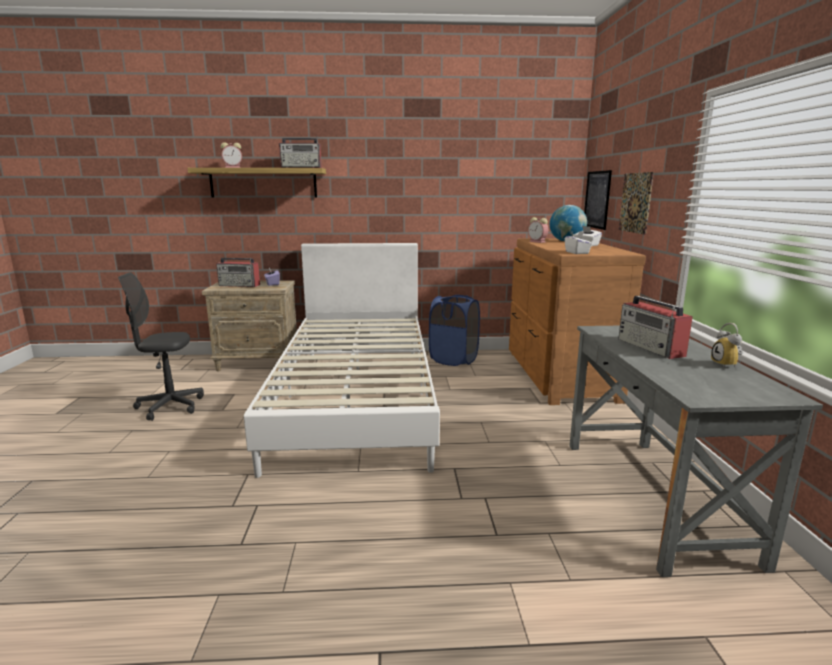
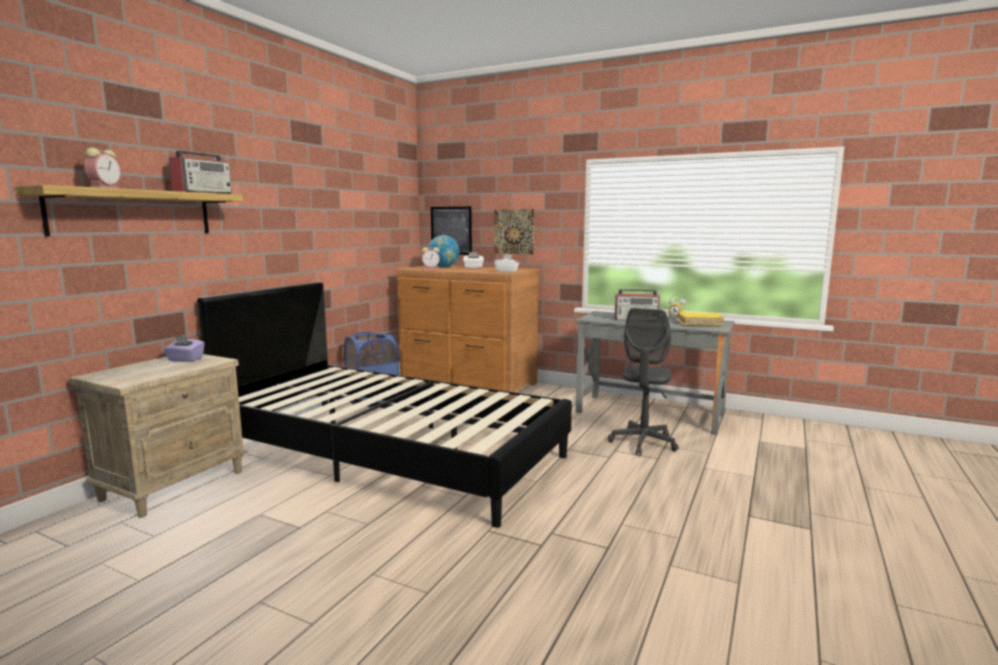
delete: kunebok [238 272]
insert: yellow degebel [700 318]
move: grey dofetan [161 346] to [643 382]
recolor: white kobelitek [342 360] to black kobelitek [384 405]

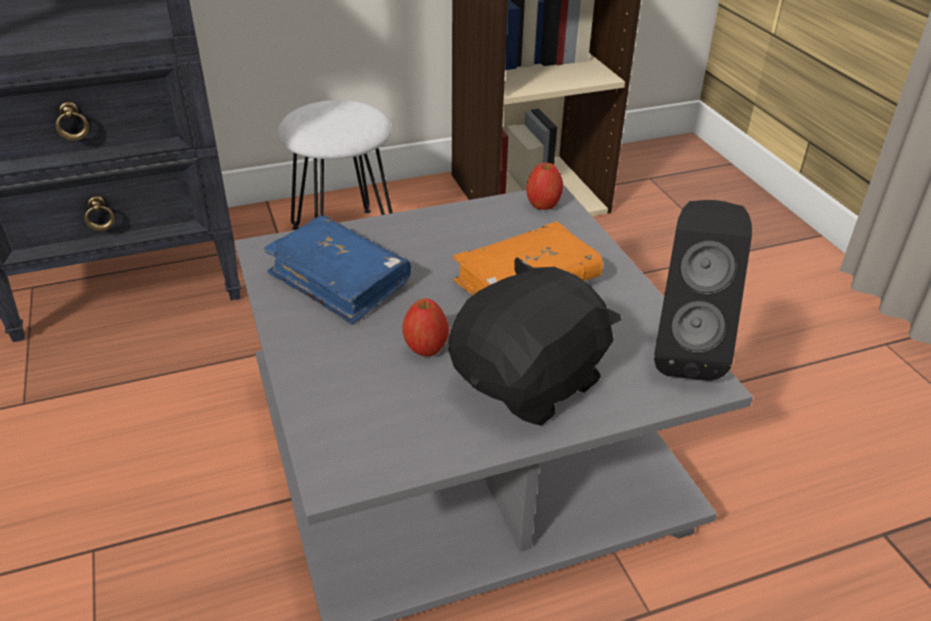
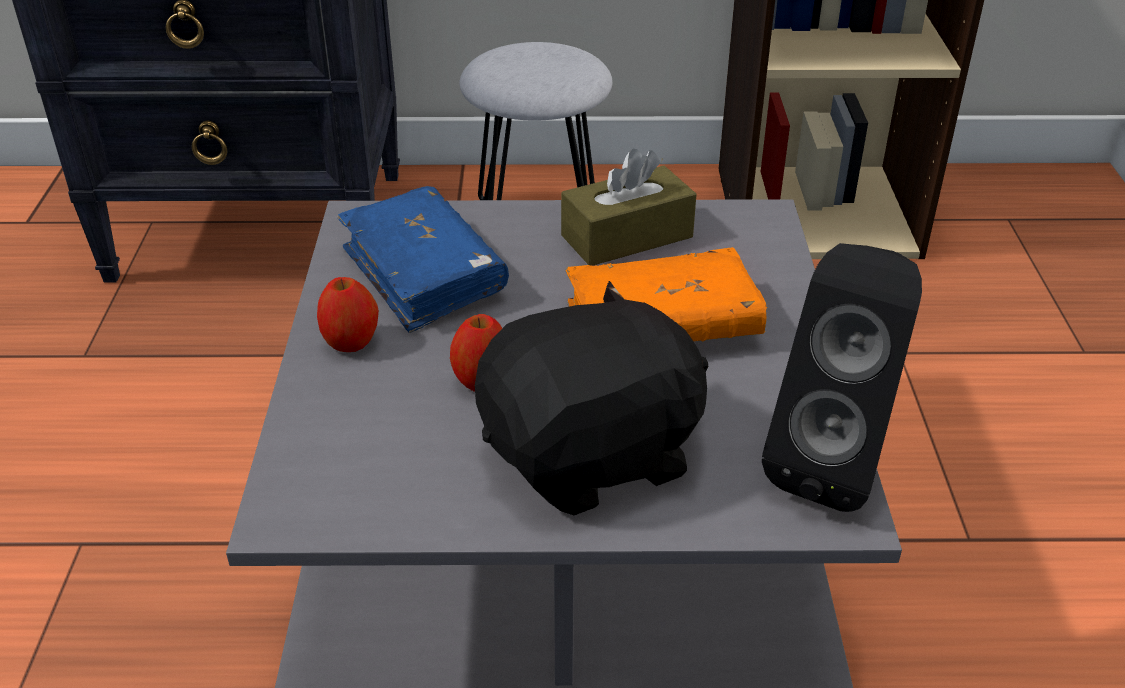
insert: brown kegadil [629 207]
move: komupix [544 186] to [348 314]

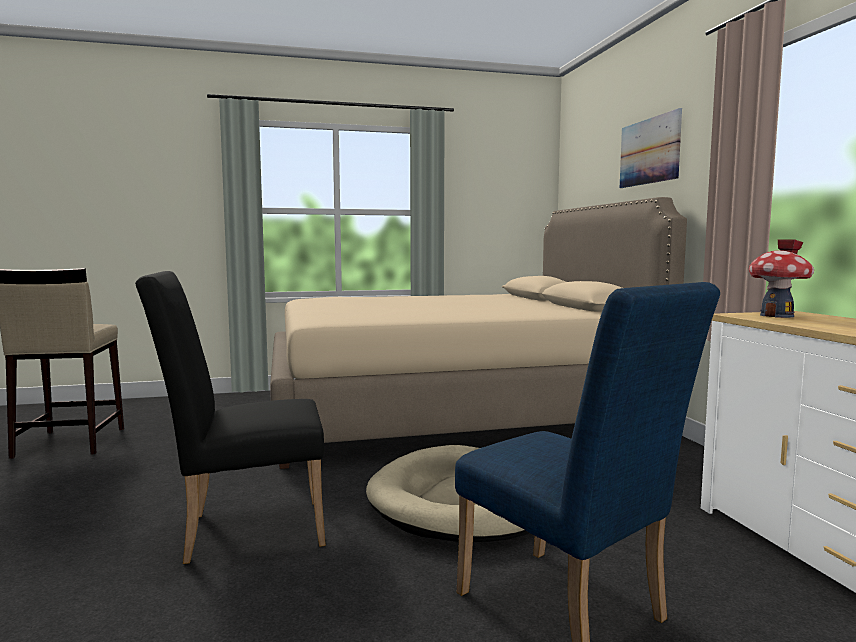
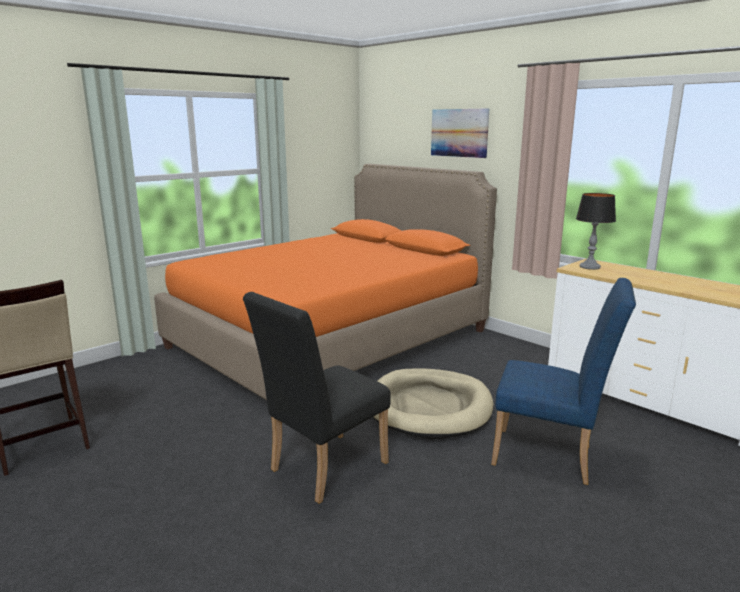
replace: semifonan [781 278] to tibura [596 231]
recolor: beige kobelitek [478 333] to orange kobelitek [325 282]

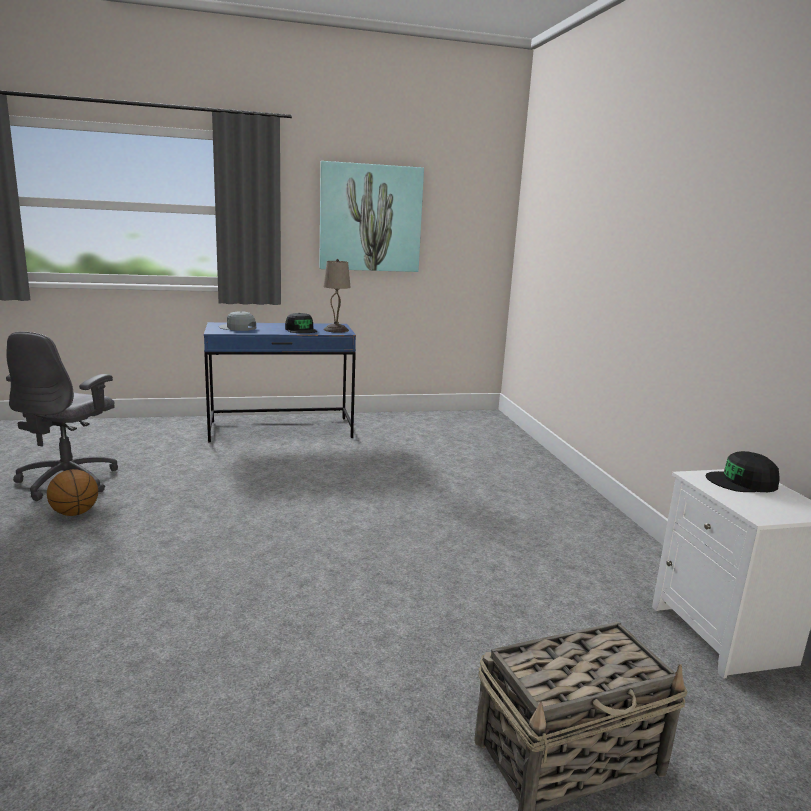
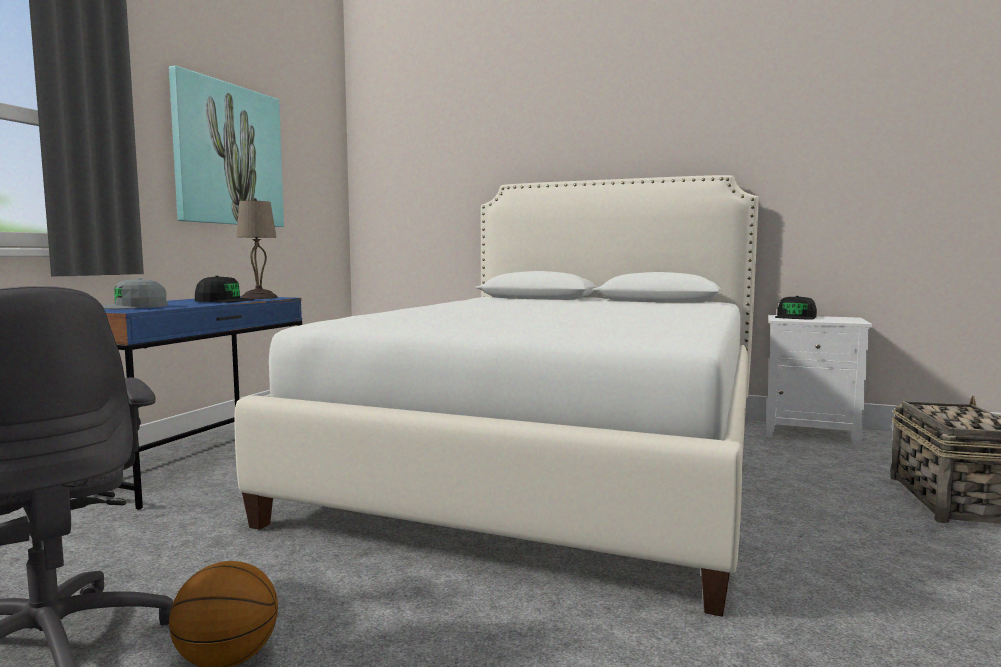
insert: white kobelitek [496 396]

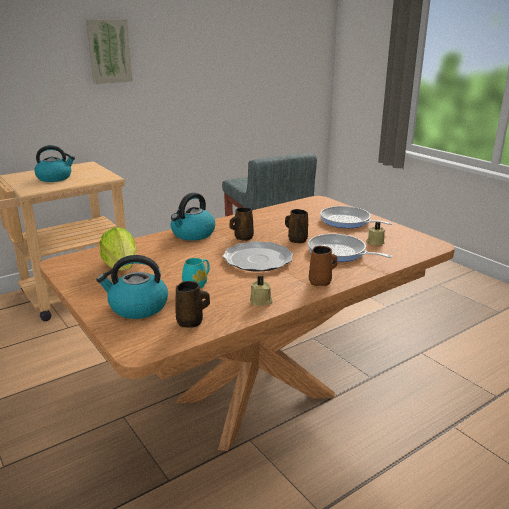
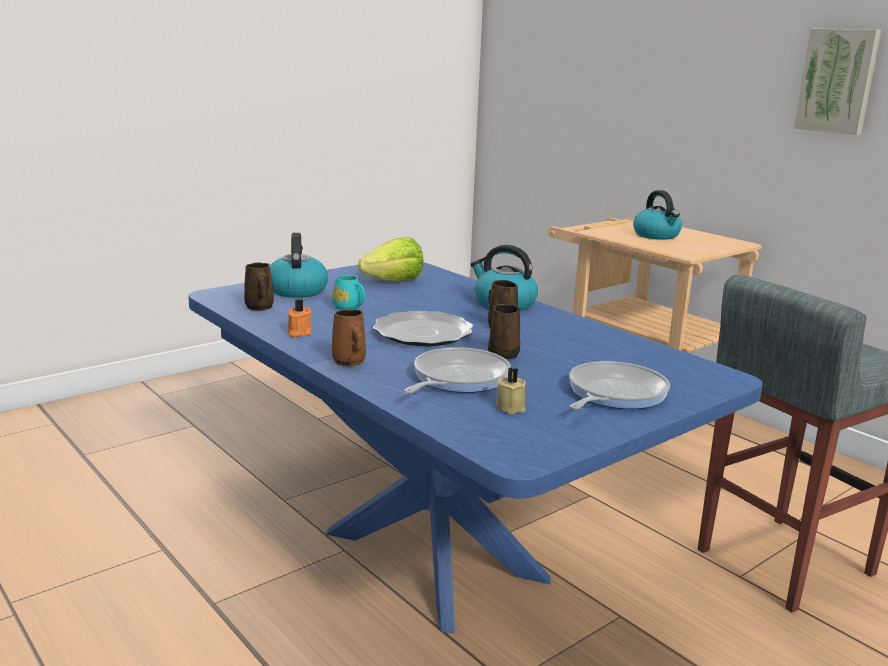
recolor: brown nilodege [247 323] to blue nilodege [475 447]; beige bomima [261 290] to orange bomima [300 318]

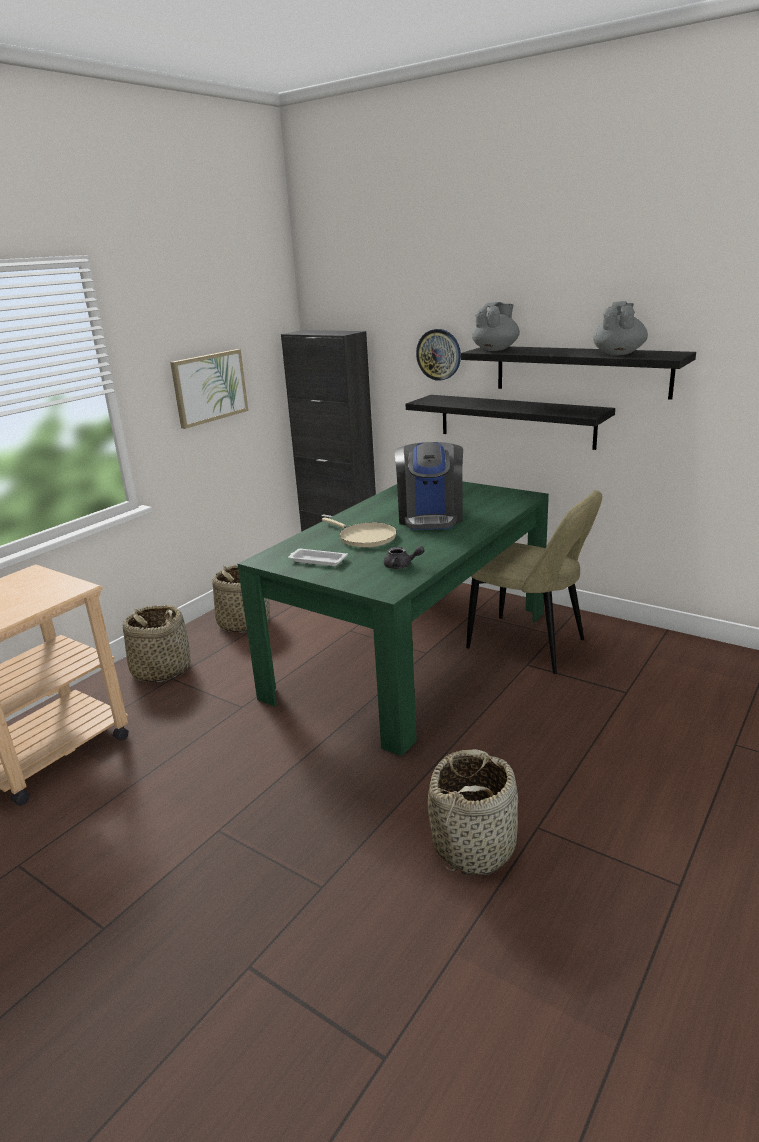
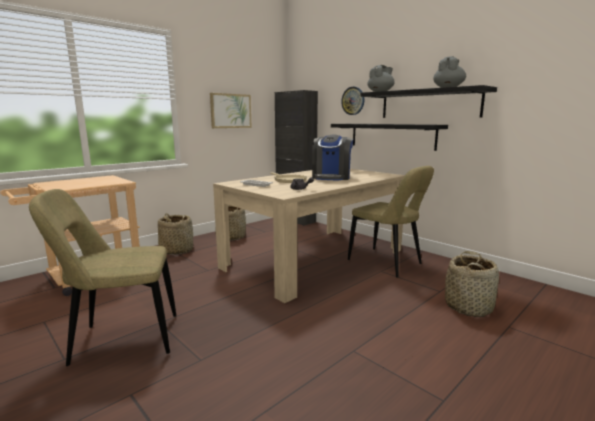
insert: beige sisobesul [102 277]
move: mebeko [473 812] to [472 284]
recolor: green nilodege [393 619] to beige nilodege [309 236]

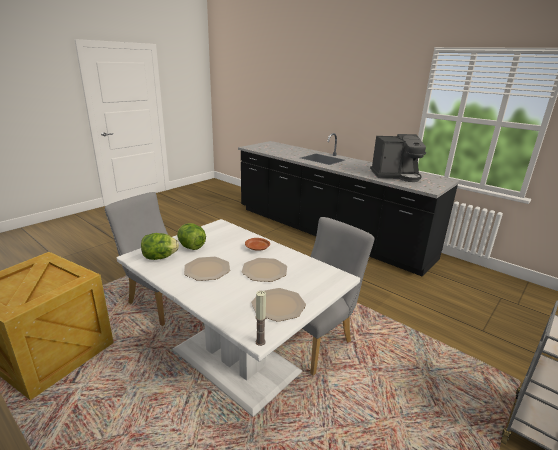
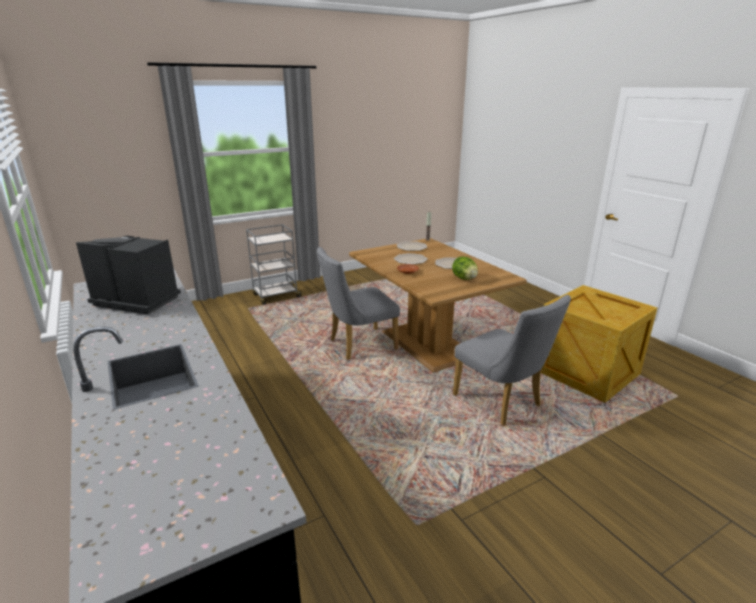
delete: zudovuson [160 246]
recolor: white nilodege [238 318] to brown nilodege [438 305]

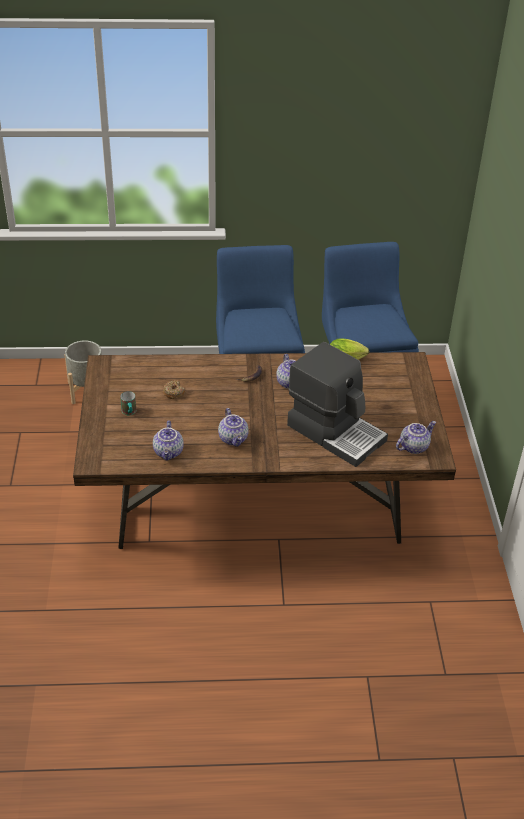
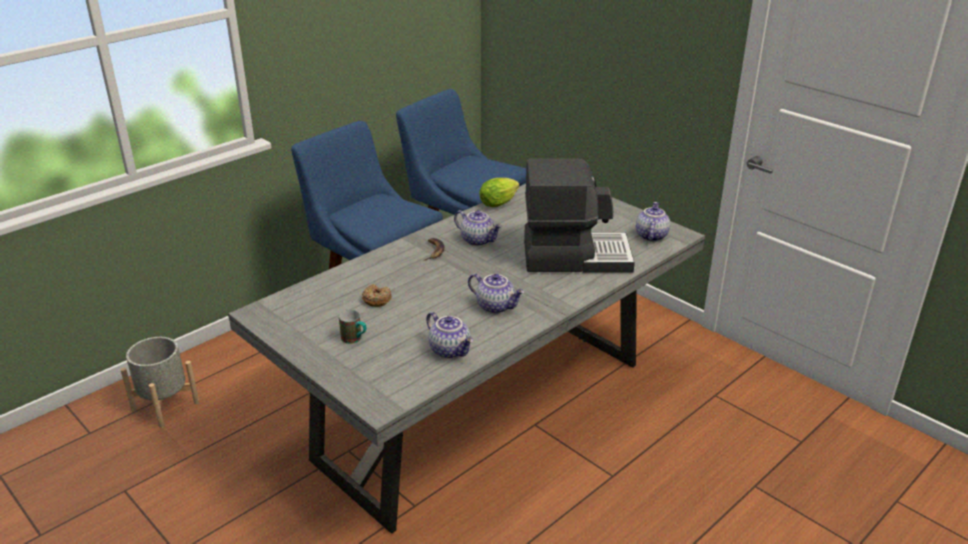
recolor: brown nilodege [264 450] to grey nilodege [466 359]

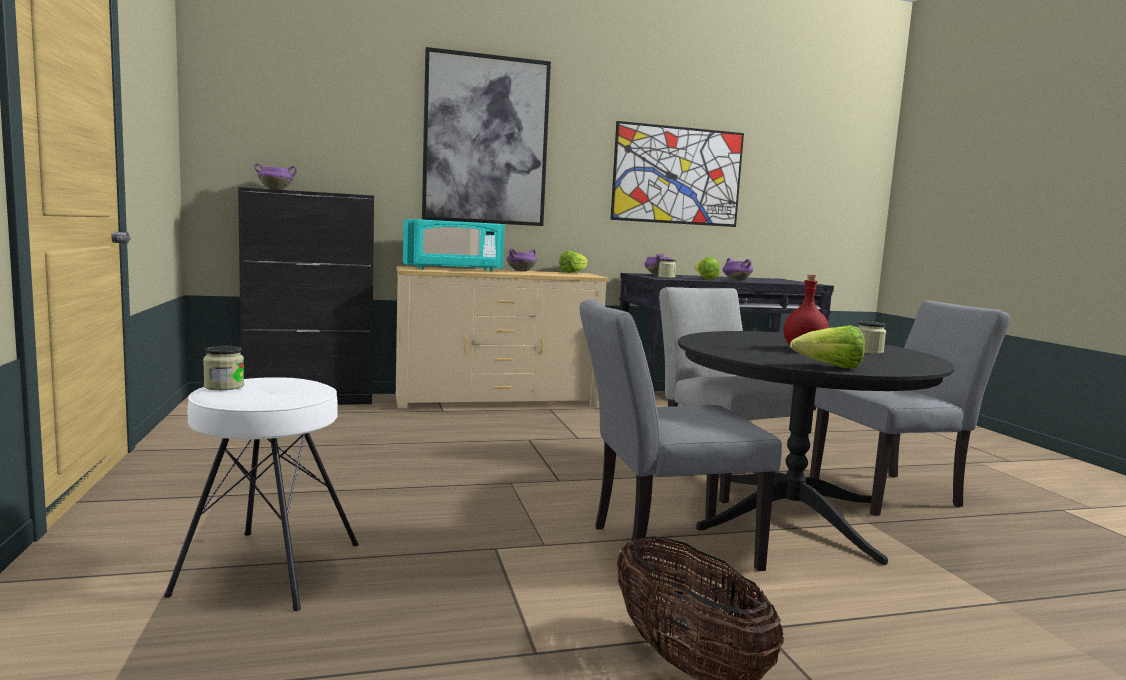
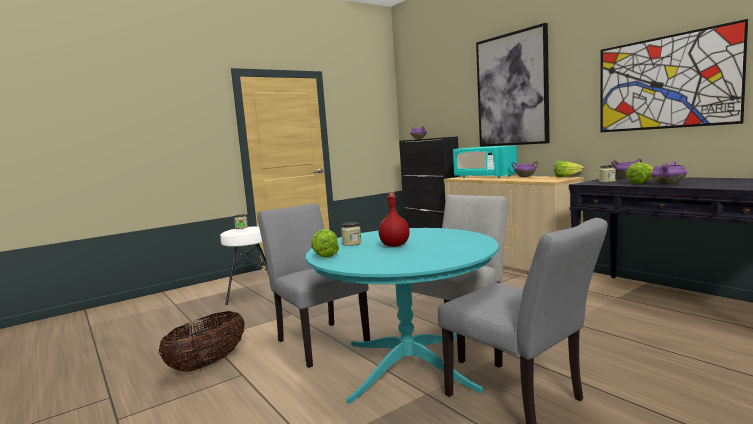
move: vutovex [872 337] to [351 234]
recolor: black nilodege [816 448] to turquoise nilodege [402 316]

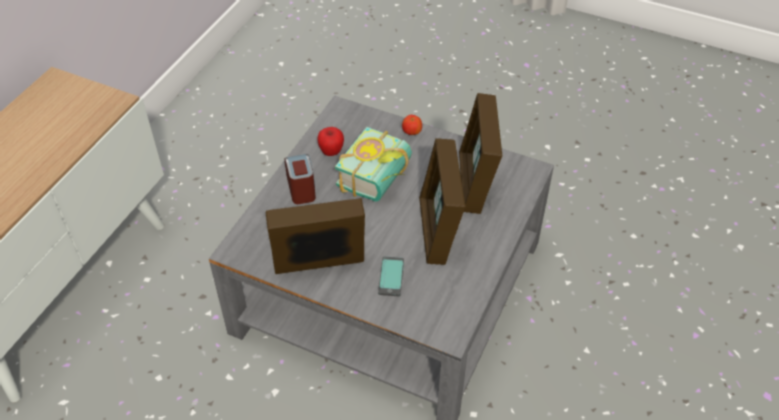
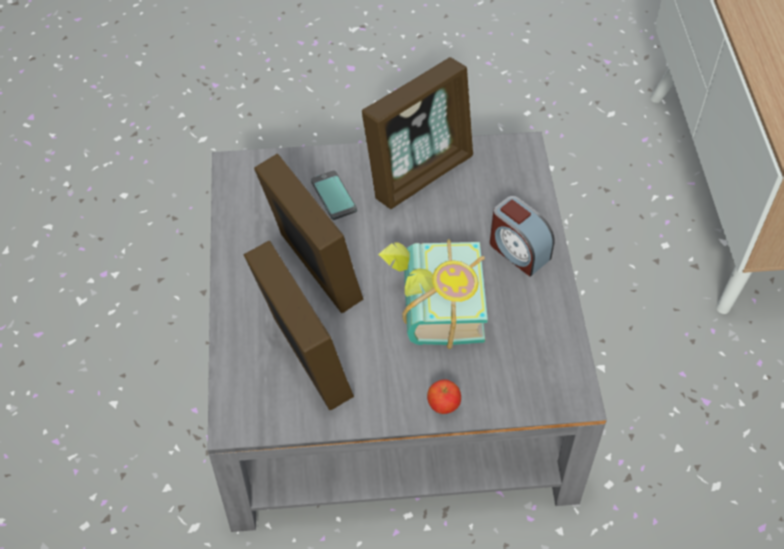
delete: komupix [331 141]

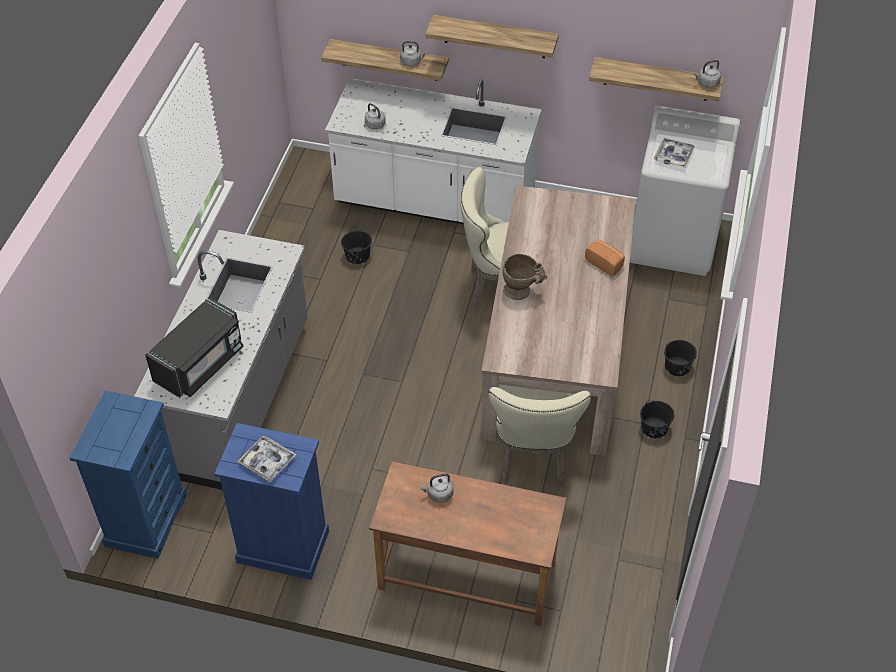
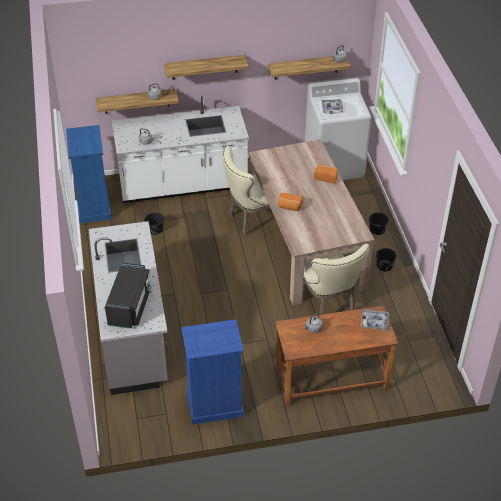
move: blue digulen [128 474] to [89 174]; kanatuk [266 459] to [375 320]
replace: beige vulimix [525 277] to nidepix [290 201]

